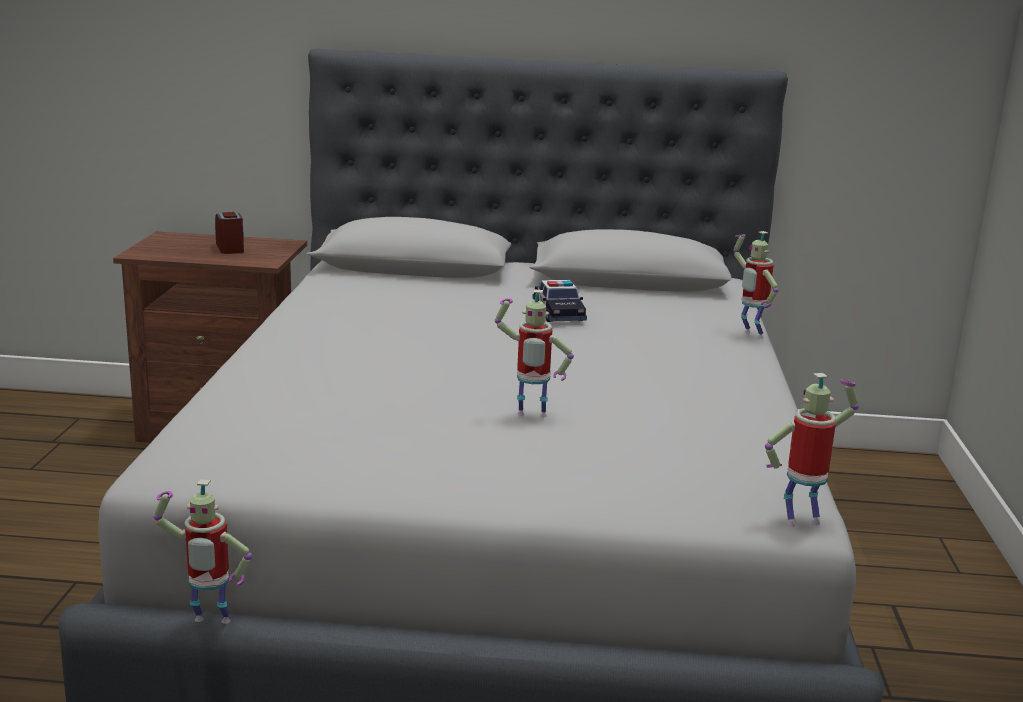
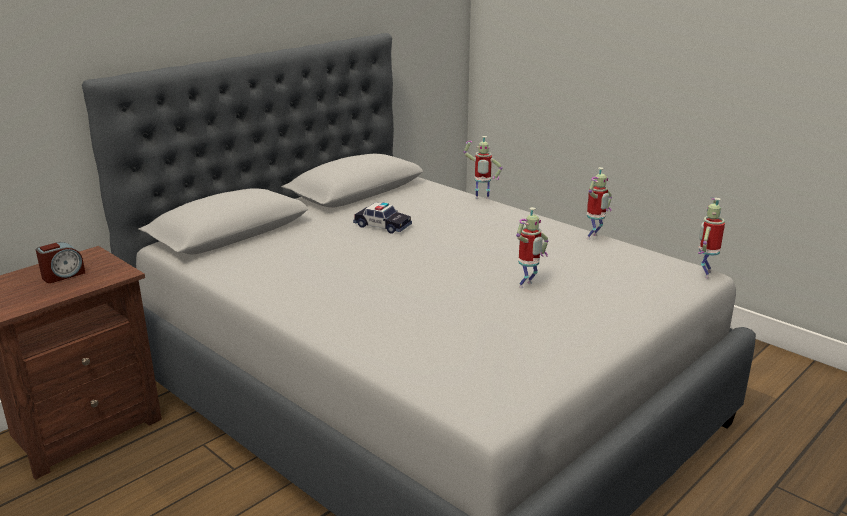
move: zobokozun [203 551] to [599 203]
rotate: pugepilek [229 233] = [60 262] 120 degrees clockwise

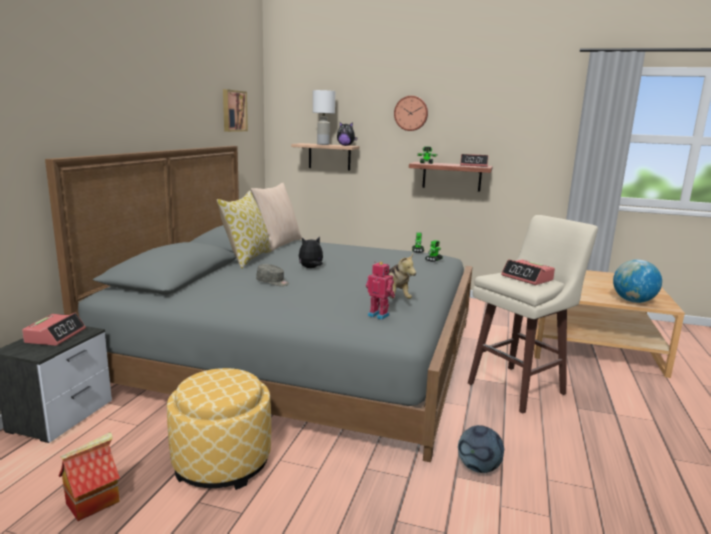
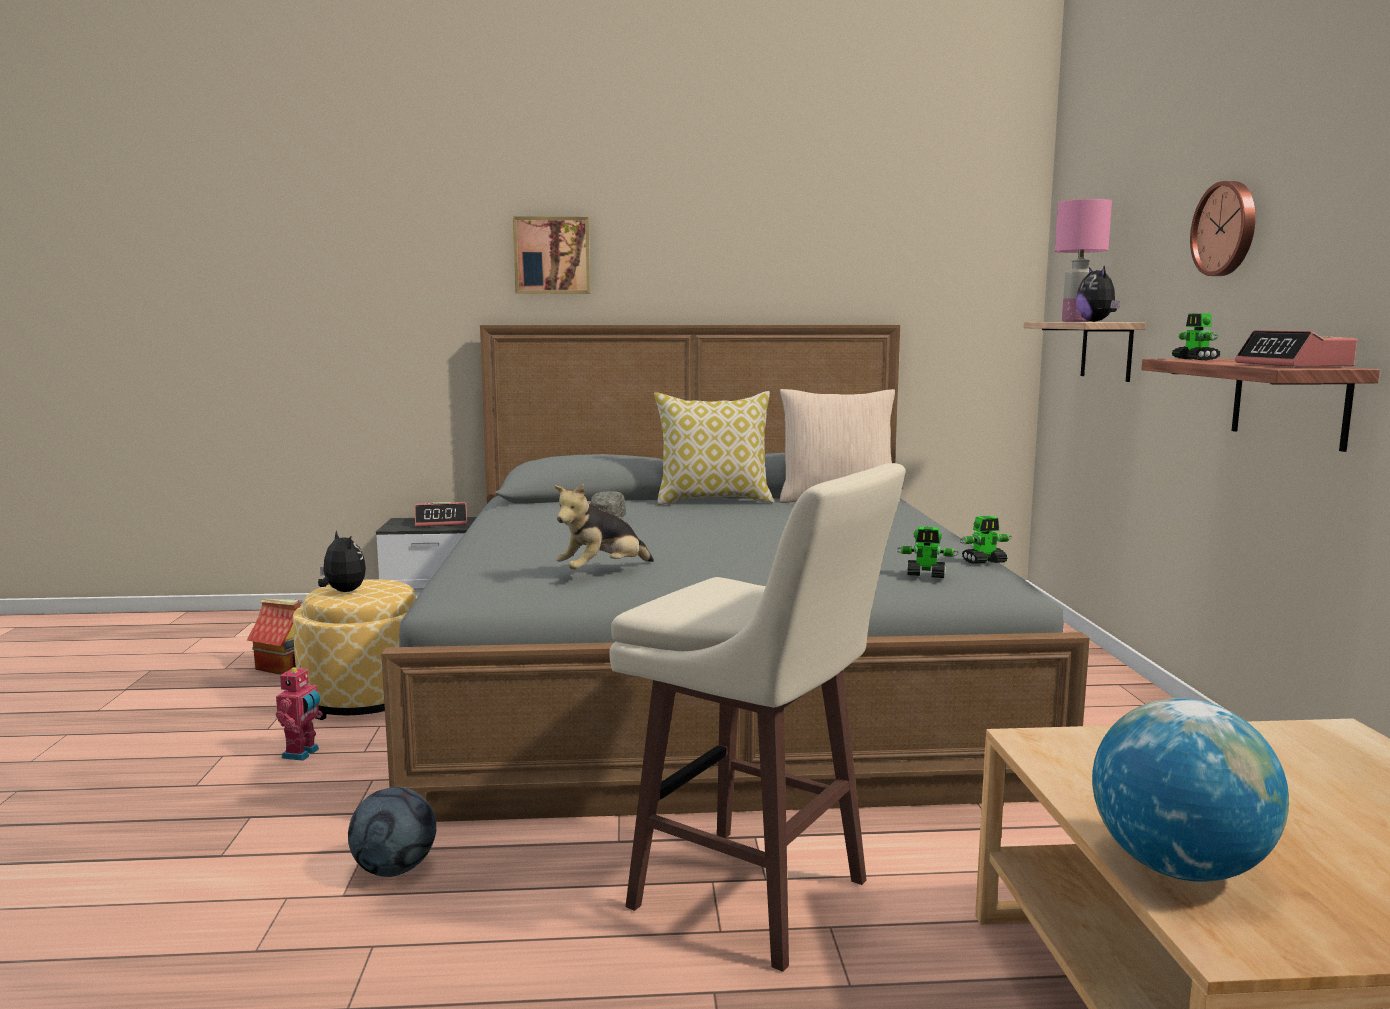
delete: pugepilek [528 272]
move: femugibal [235 110] to [551 255]; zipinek [311 252] to [342 561]; zobokozun [380 291] to [299 713]
recolor: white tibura [324 117] to pink tibura [1083 260]

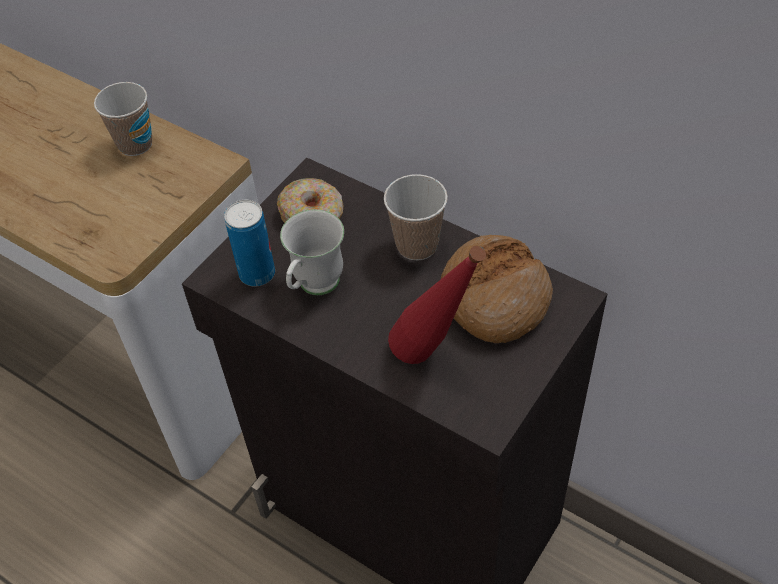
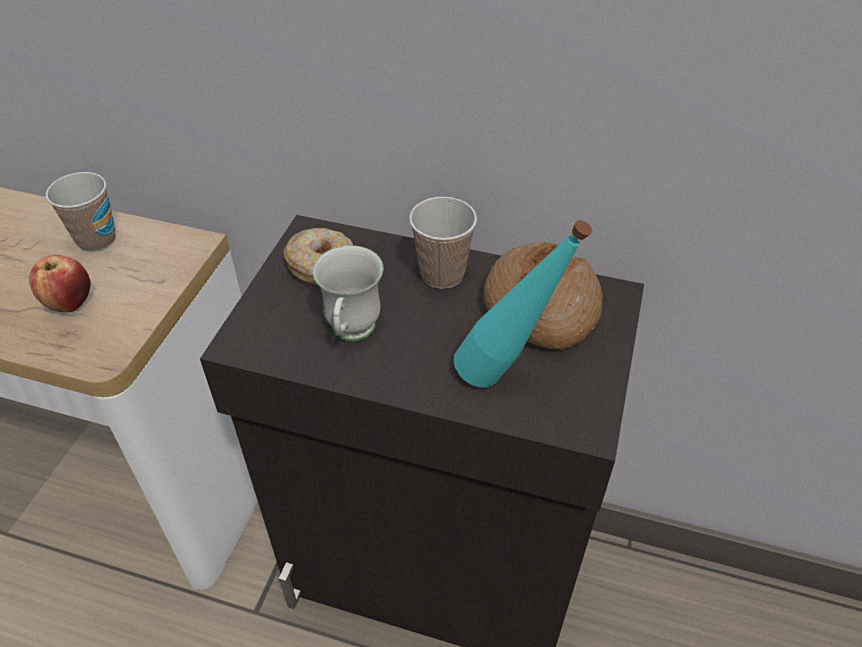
delete: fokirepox [249 243]
insert: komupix [59 283]
recolor: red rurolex [437 305] to turquoise rurolex [523 304]

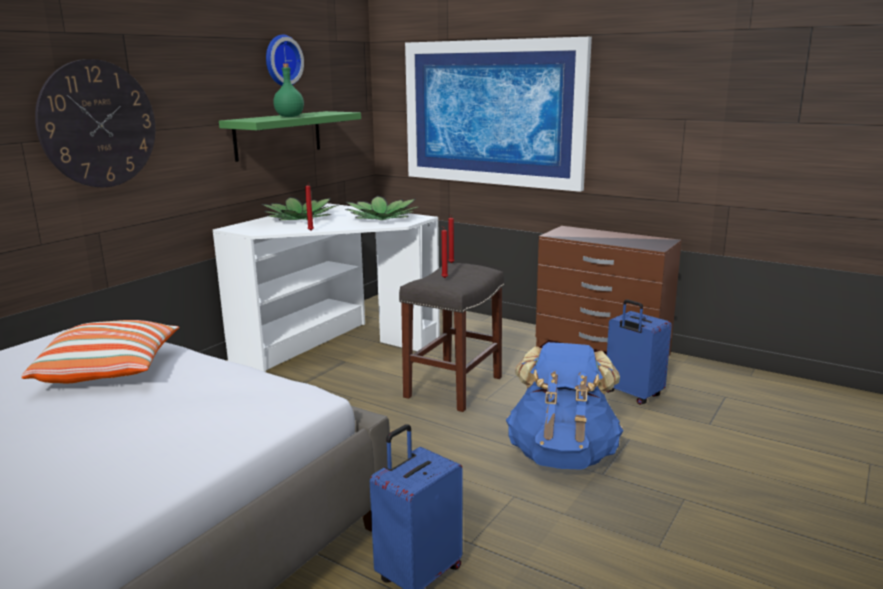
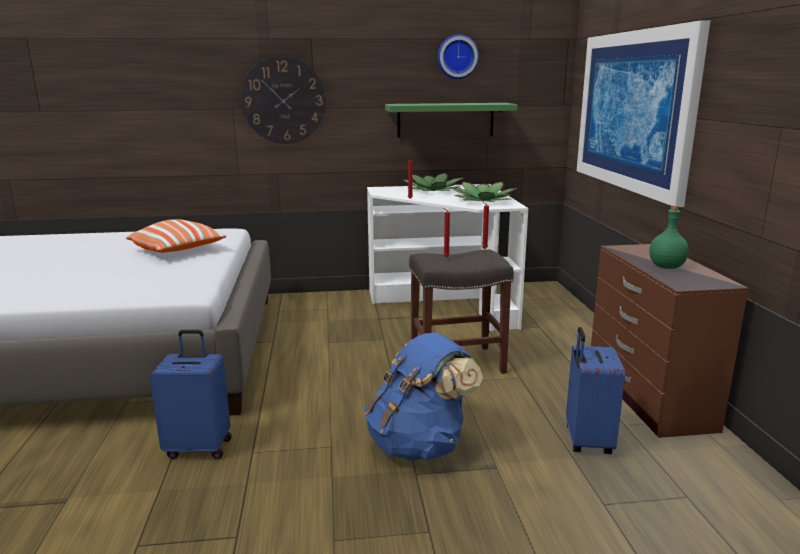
move: green rurolex [288 90] to [669 237]

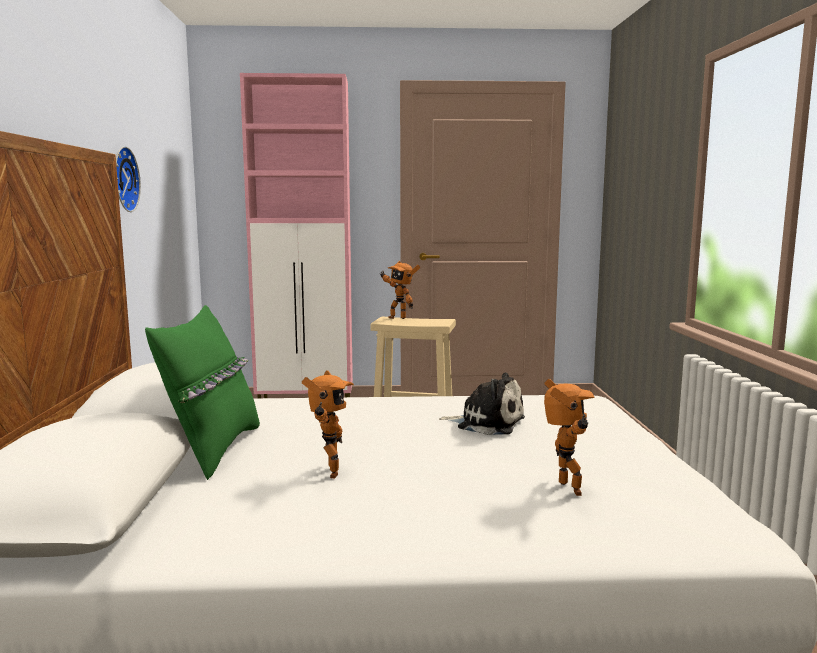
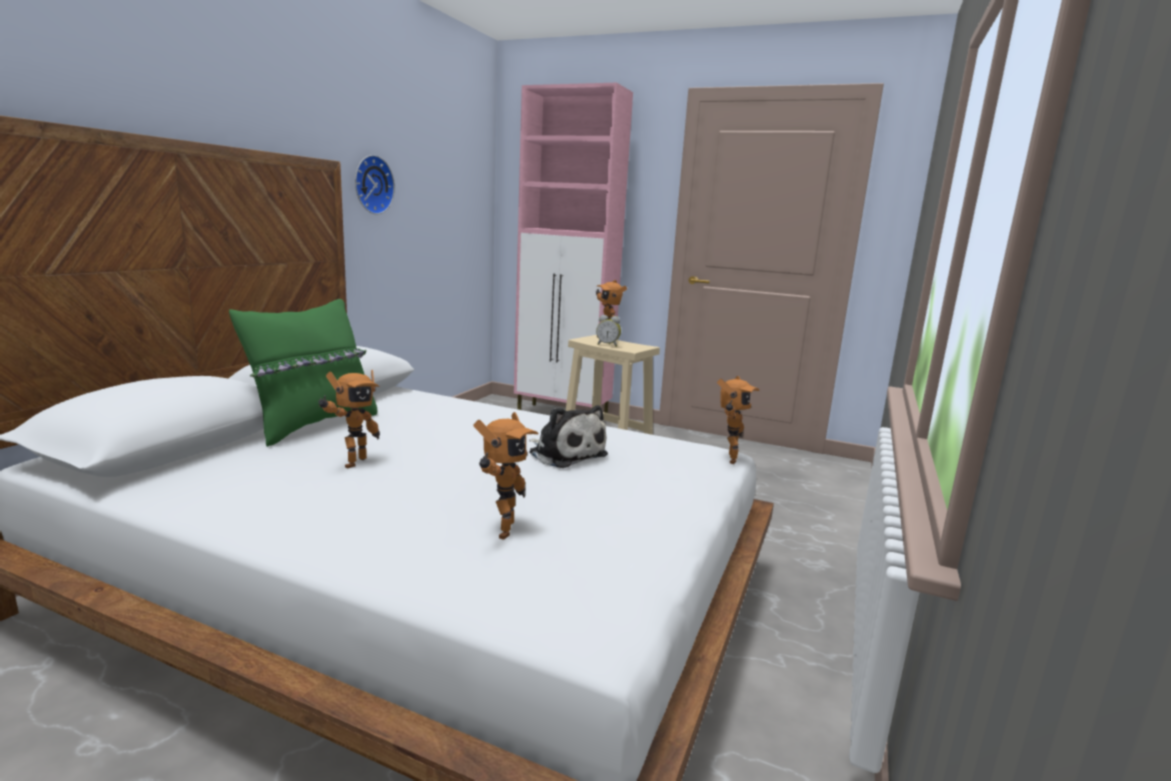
insert: pugepilek [608 331]; zobokozun [738 420]

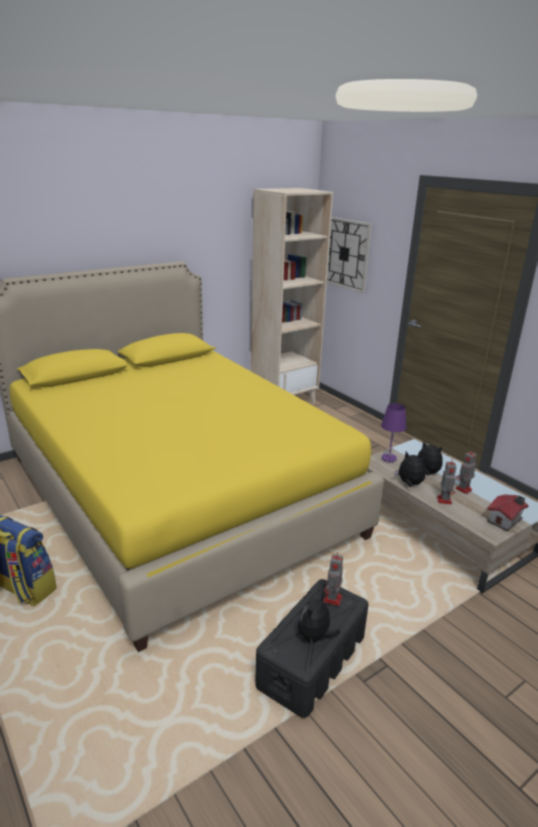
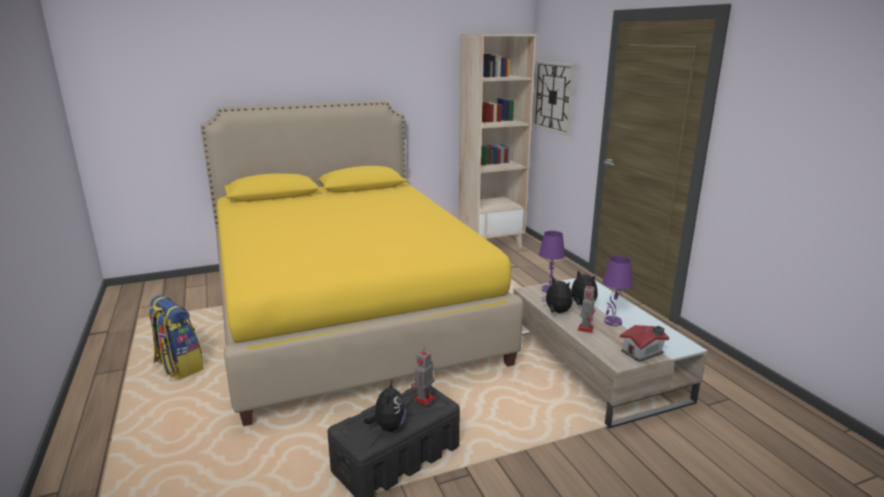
replace: zobokozun [466 472] to purple tibura [618 291]
rotate: zipinek [319 618] = [385 405] 135 degrees clockwise

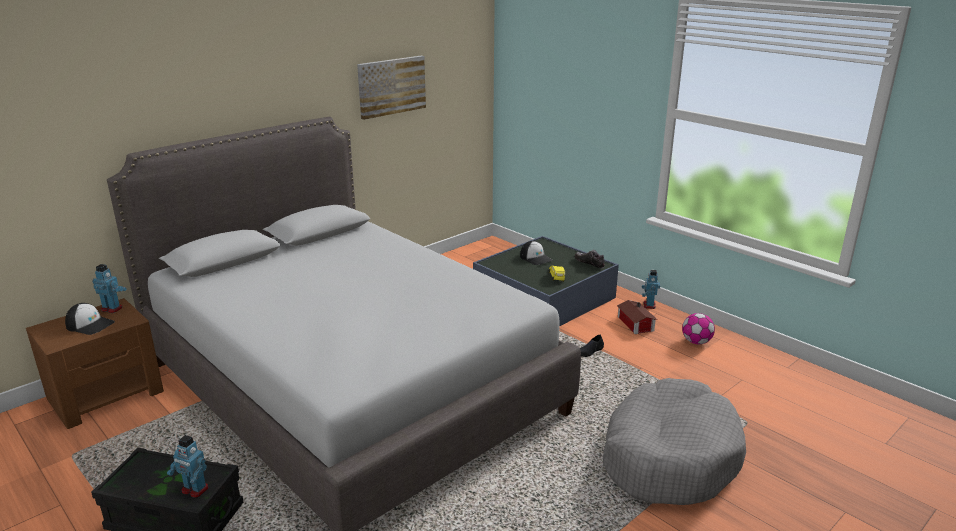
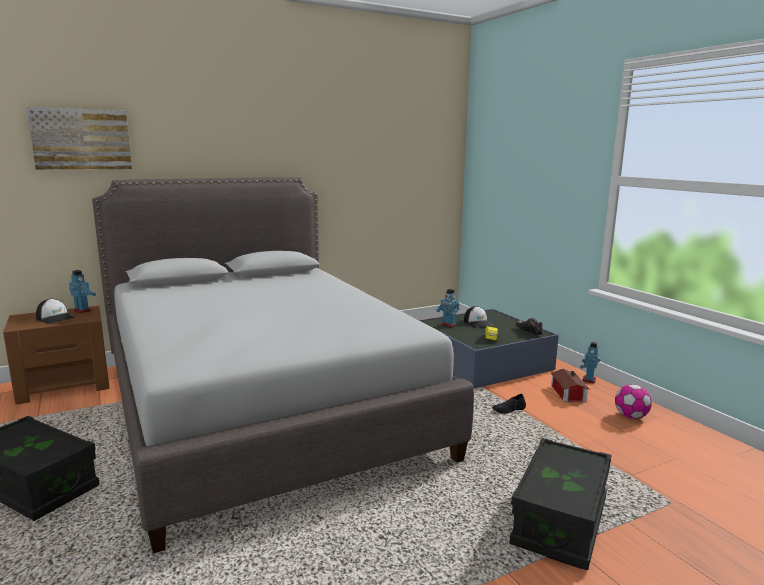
move: femugibal [391 88] to [79 138]; zobokozun [188 466] to [448 308]
replace: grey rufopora [674 441] to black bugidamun [561 504]

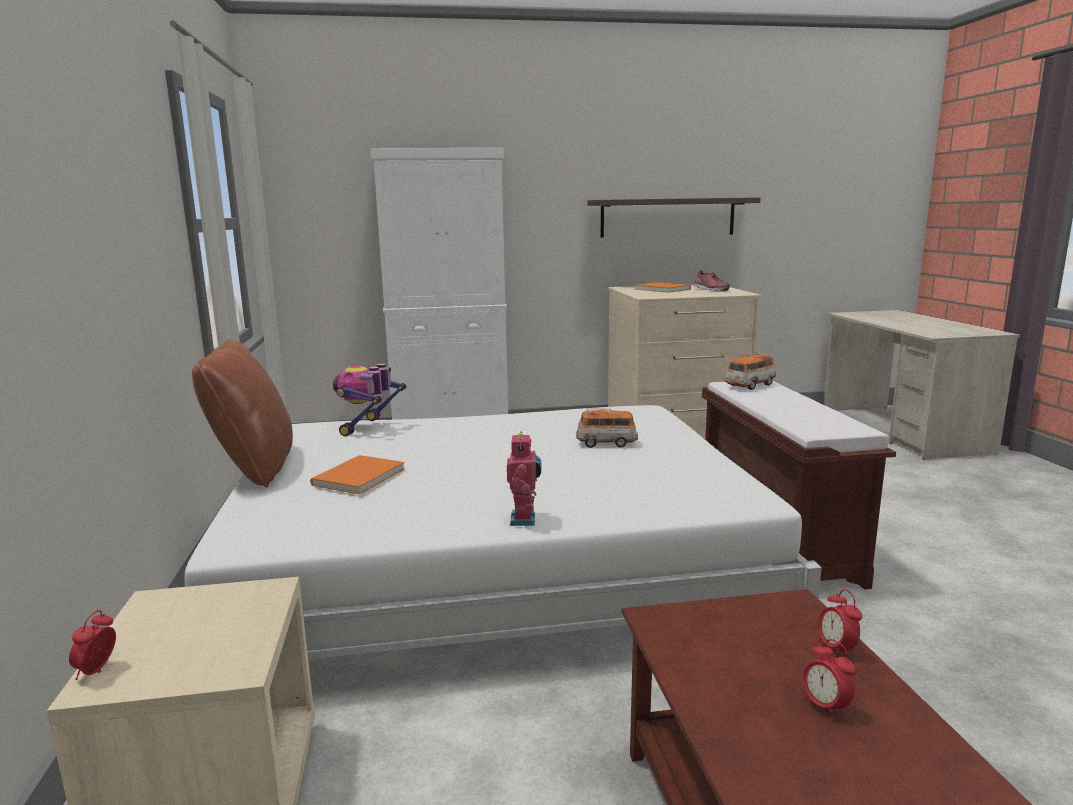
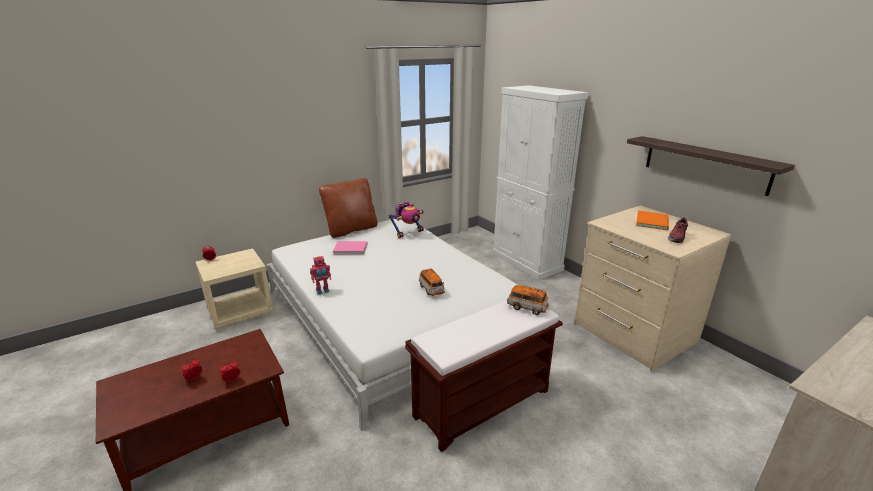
recolor: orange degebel [357 475] to pink degebel [350 247]
rotate: zobokozun [369 400] = [406 219] 150 degrees clockwise

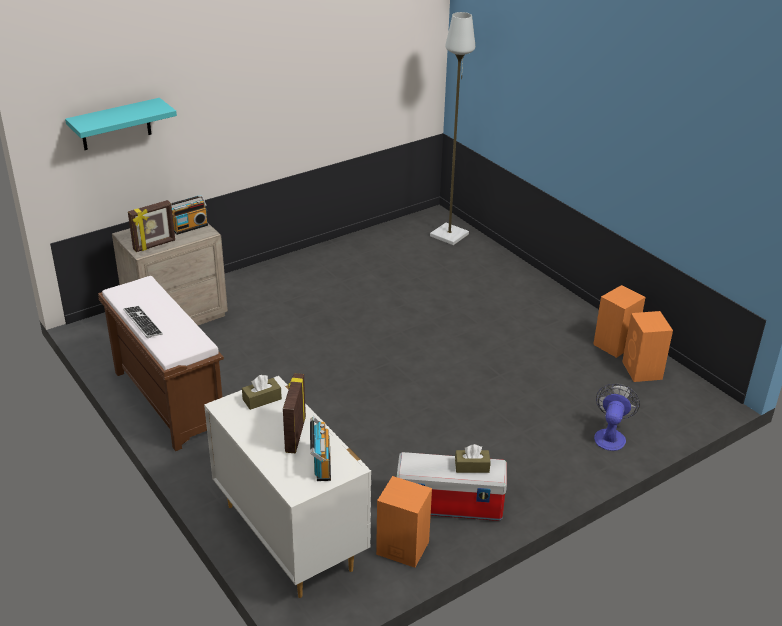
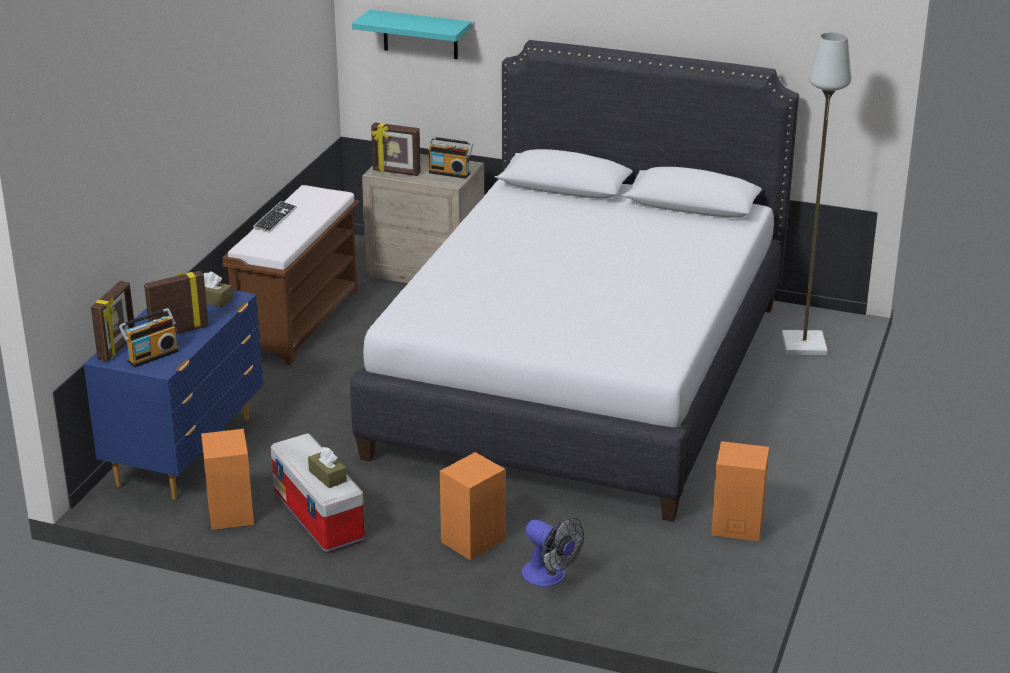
insert: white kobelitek [574 281]; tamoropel [113 321]
move: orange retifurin [647 346] to [472 506]
recolor: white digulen [287 487] to blue digulen [173 395]
rotate: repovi [617 417] = [553 552] 60 degrees clockwise

